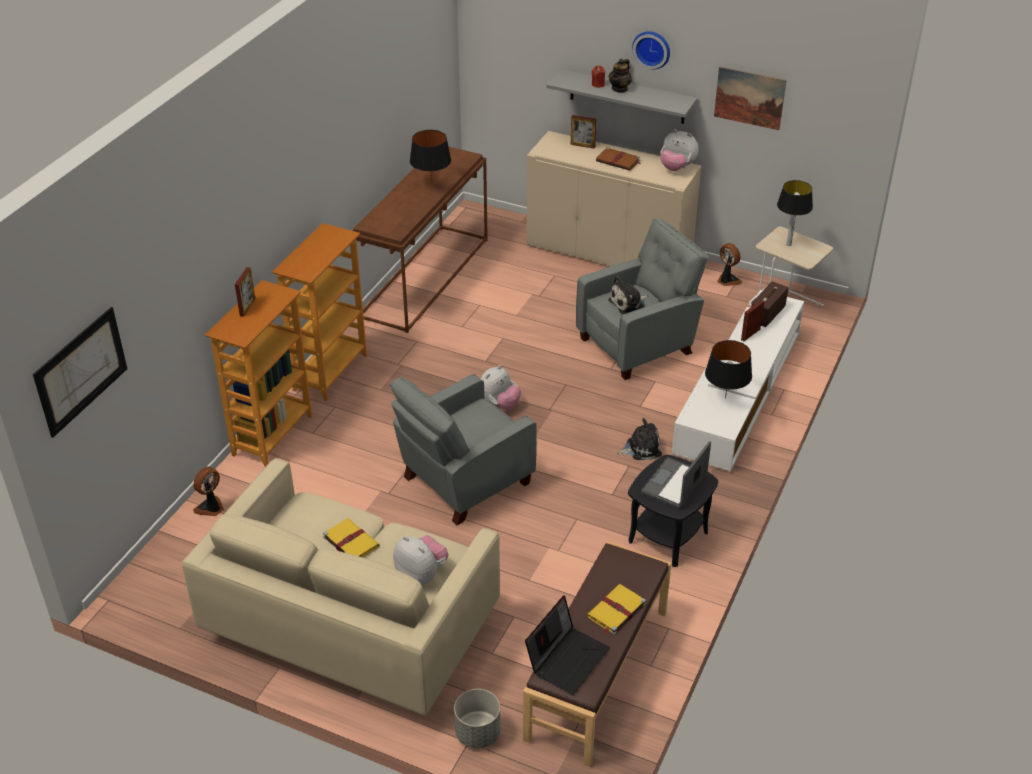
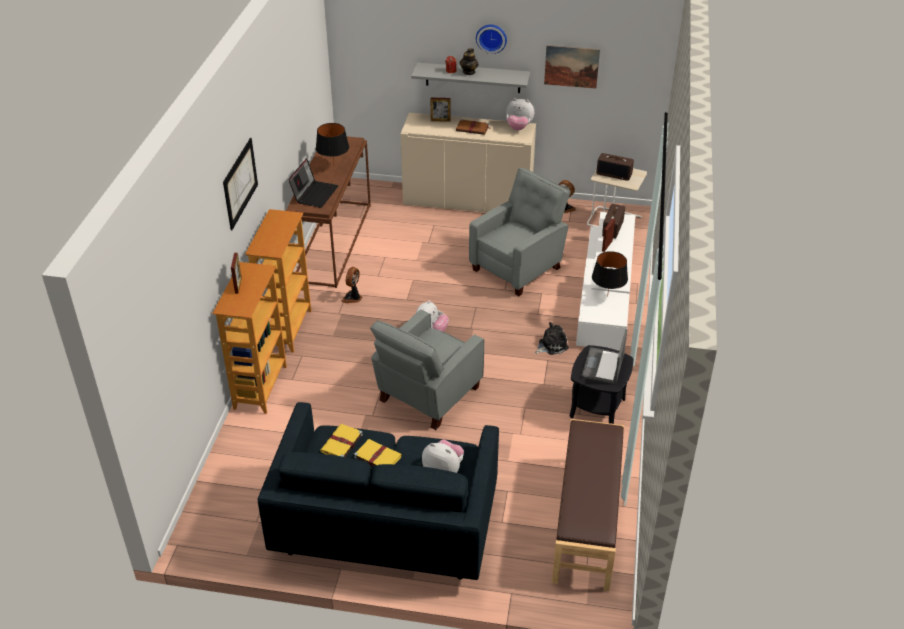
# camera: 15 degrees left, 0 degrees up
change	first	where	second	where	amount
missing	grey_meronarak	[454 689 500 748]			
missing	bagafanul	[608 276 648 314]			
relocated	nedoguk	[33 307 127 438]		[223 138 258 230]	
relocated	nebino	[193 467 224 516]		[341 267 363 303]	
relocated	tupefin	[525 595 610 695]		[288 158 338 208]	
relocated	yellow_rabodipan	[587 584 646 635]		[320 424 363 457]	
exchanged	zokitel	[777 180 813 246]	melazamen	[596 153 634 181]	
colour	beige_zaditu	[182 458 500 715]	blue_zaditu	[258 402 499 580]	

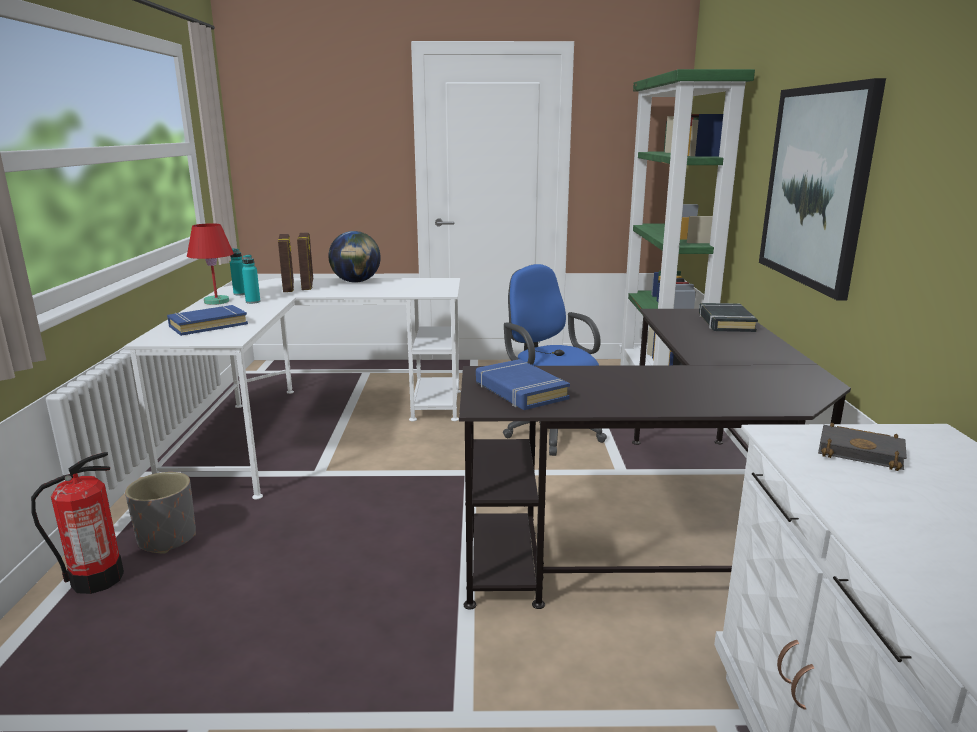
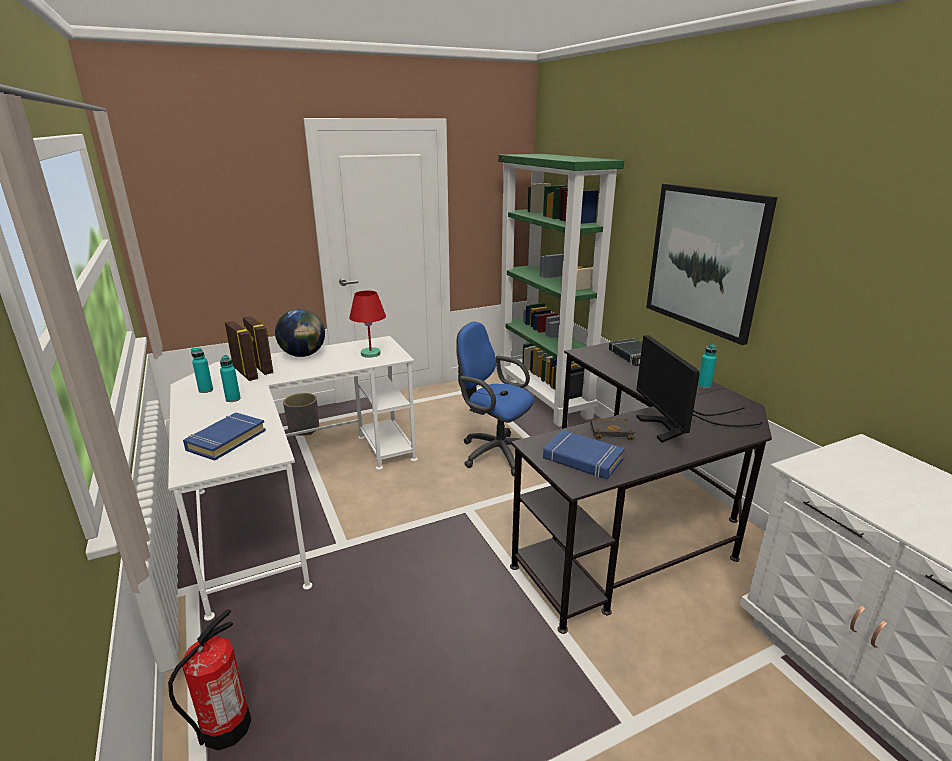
# camera: 25 degrees left, 5 degrees up
change	first	where	second	where	amount
appeared			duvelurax	[636 335 763 443]	
appeared			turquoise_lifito	[698 344 717 389]	
relocated	grey_meronarak	[125 472 196 554]		[283 393 319 436]	
relocated	red_zokitel	[187 223 234 305]		[349 290 386 358]	
relocated	black_rabodipan	[818 422 907 471]		[590 417 635 440]	

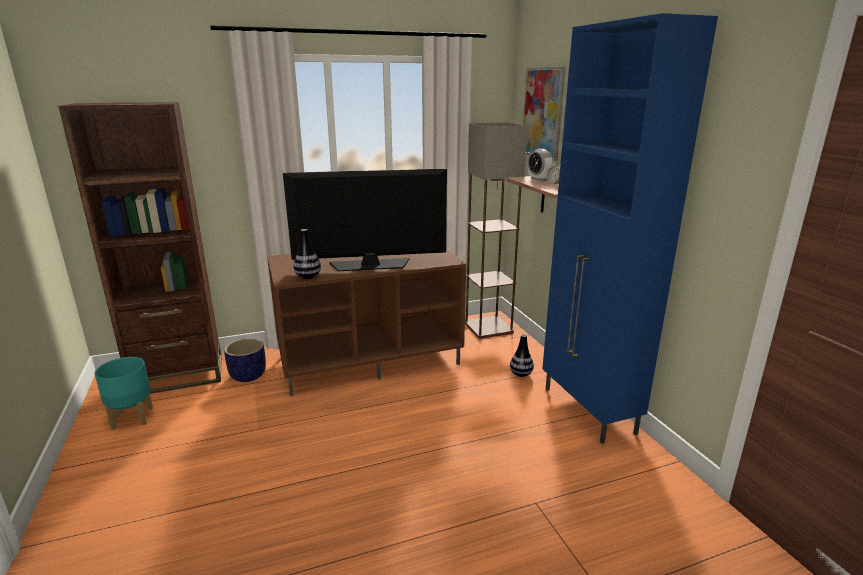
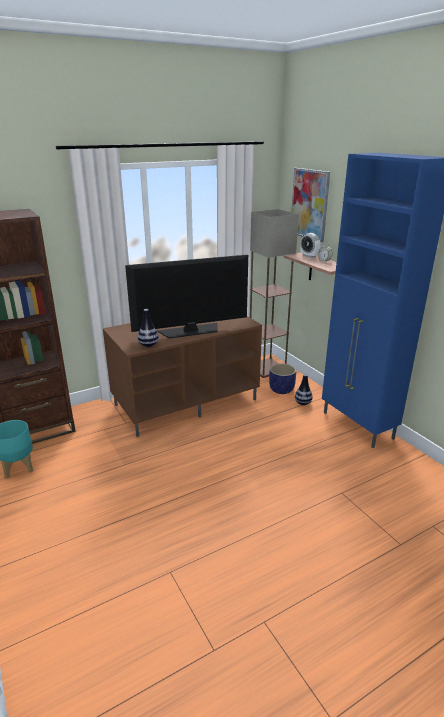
# camera: 10 degrees left, 5 degrees up
change	first	where	second	where	amount
relocated	meronarak	[224 338 266 382]		[269 363 296 394]	

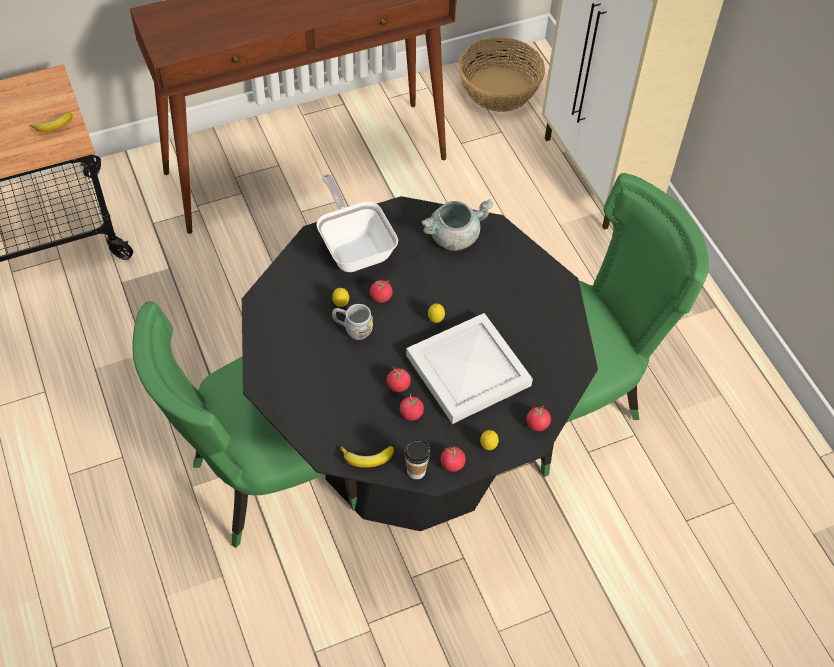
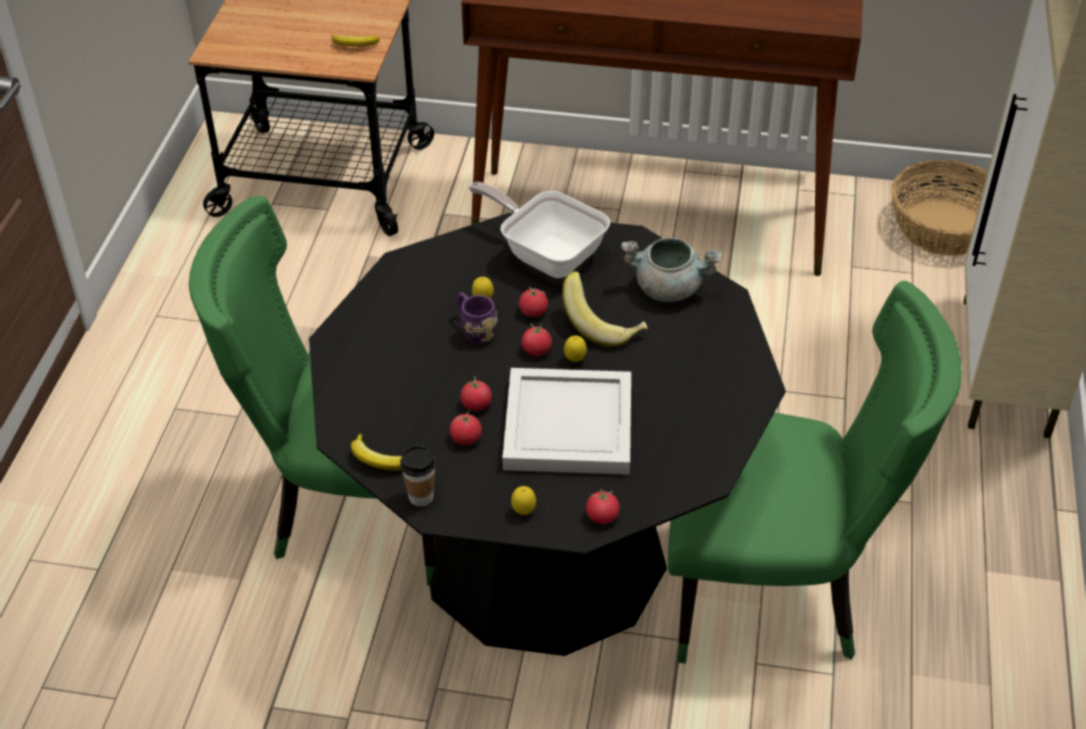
# camera: 35 degrees right, 10 degrees down
change	first	where	second	where	amount
appeared			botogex	[562 271 648 347]	
relocated	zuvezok	[441 446 466 472]		[522 323 552 356]	
colour	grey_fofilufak	[332 304 373 340]	purple_fofilufak	[457 292 497 344]	
spun	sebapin	[316 174 398 272]		[469 182 610 278]	60 degrees counterclockwise

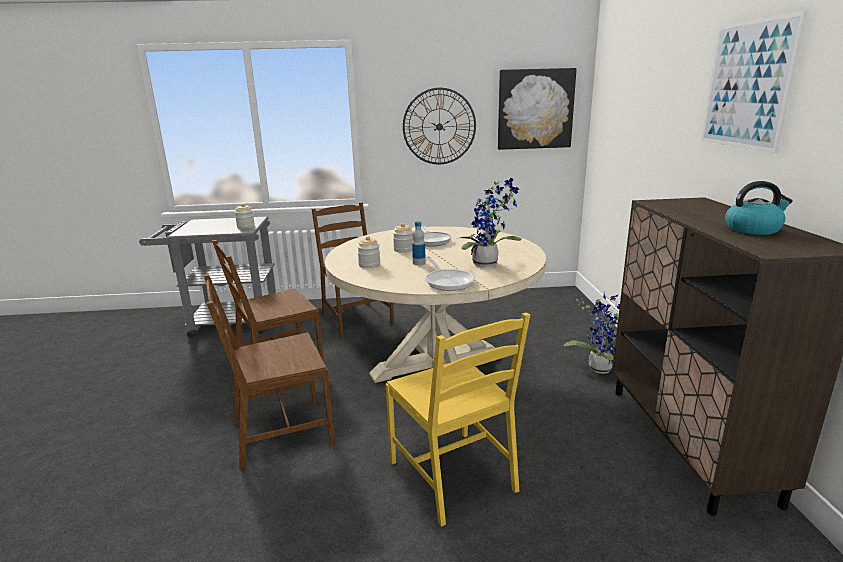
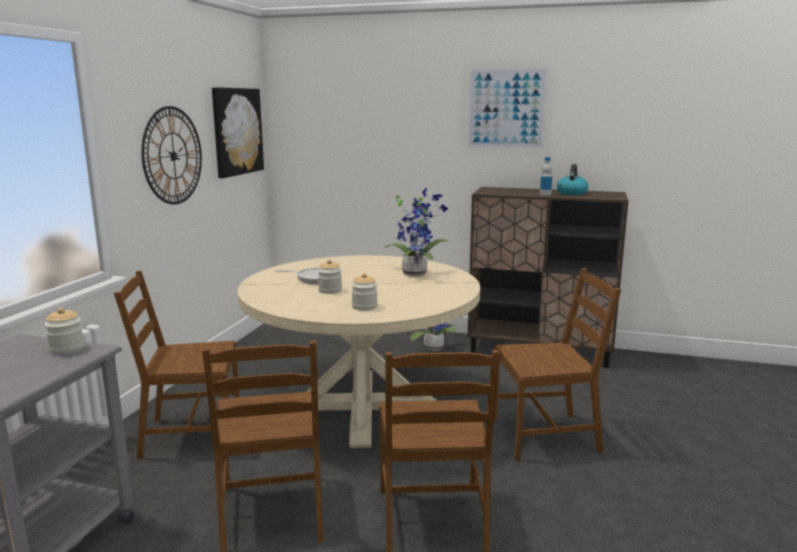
# camera: 70 degrees left, 5 degrees down
change	first	where	second	where	amount
missing	sebapin	[425 256 475 291]			
relocated	lifito	[412 221 426 265]		[540 157 552 196]	
colour	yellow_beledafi	[386 312 530 527]	brown_beledafi	[494 268 621 461]	

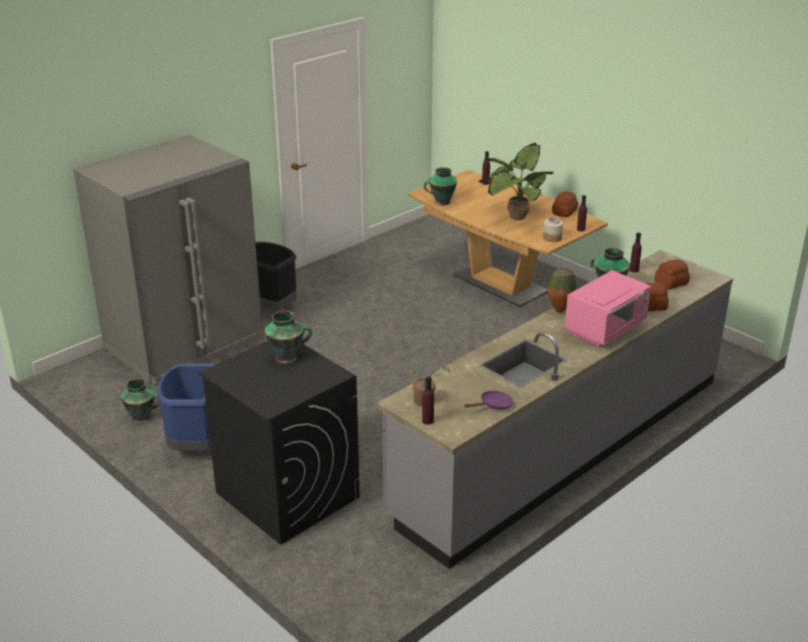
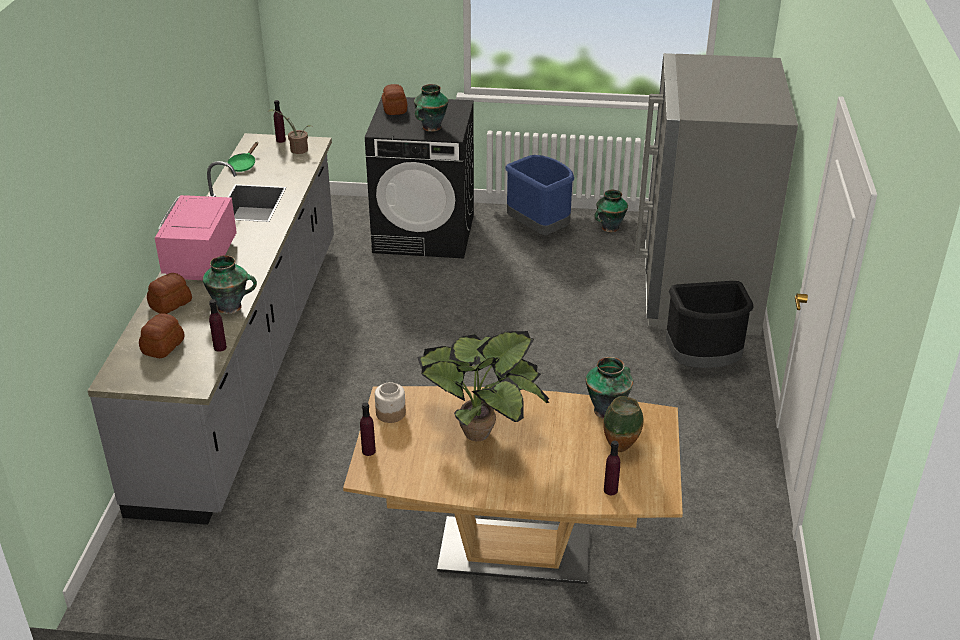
# camera: 140 degrees right, 5 degrees up
change	first	where	second	where	amount
relocated	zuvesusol	[547 267 576 313]		[603 396 643 452]	
relocated	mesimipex	[552 191 578 217]		[382 84 407 115]	
colour	purple_sebapin	[464 391 513 410]	green_sebapin	[227 142 258 172]	

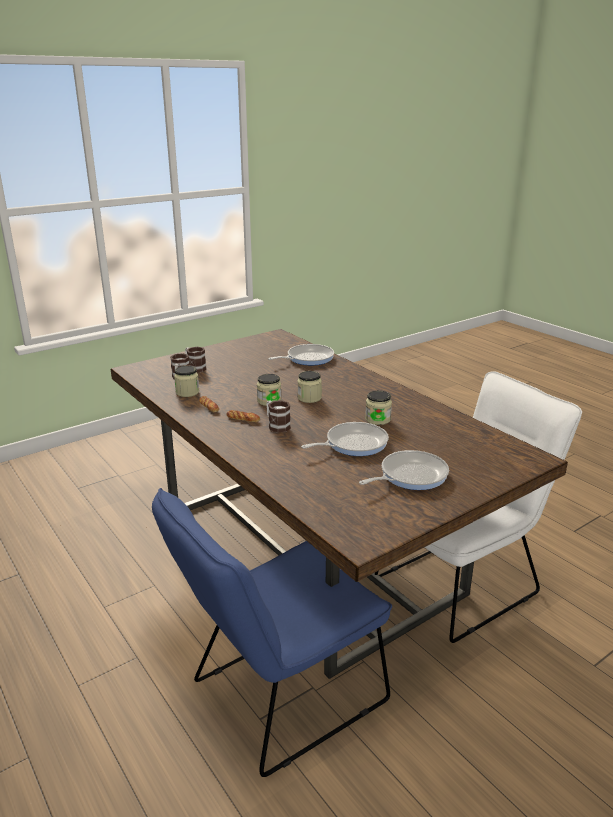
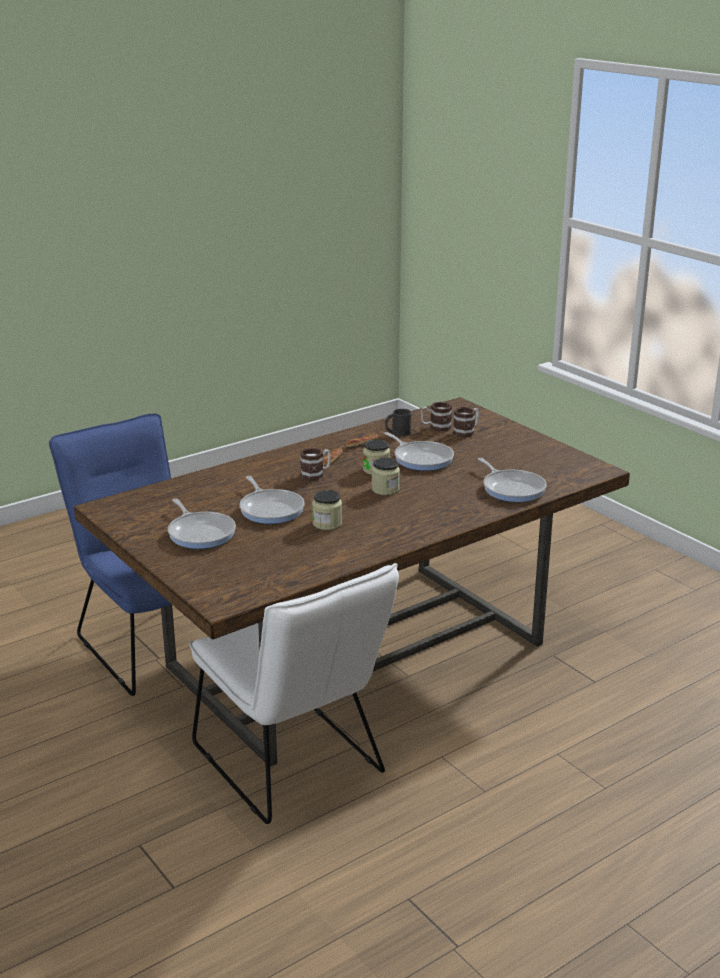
# camera: 90 degrees right, 0 degrees up
change	first	where	second	where	amount
appeared			sebapin	[384 432 454 471]	
exchanged	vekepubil	[174 366 199 397]	black_fofilufak	[385 409 411 436]	

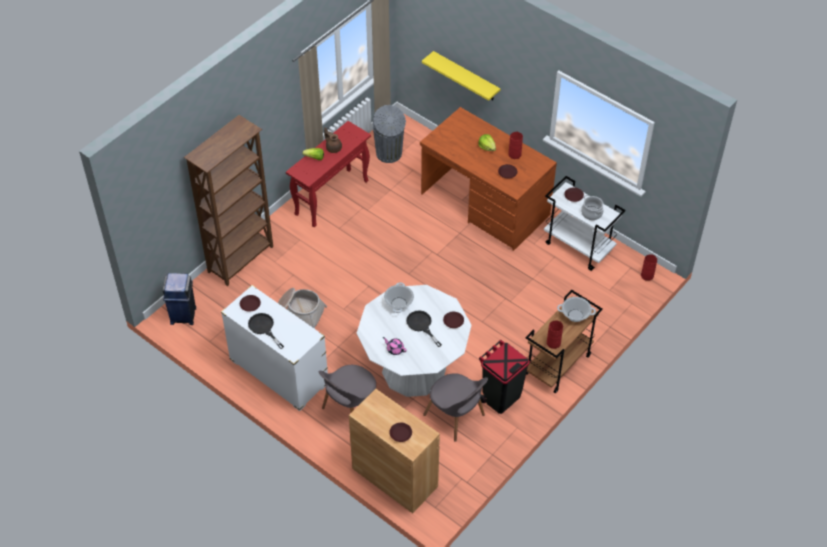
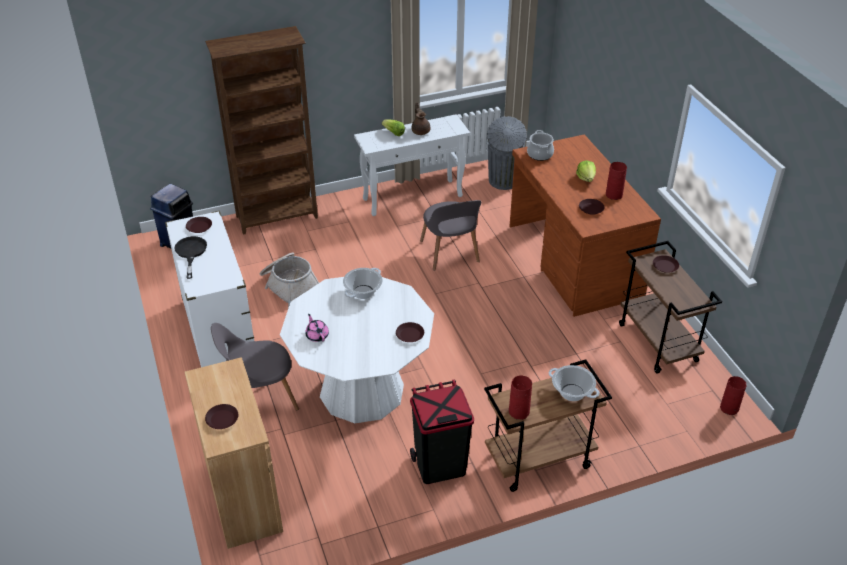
# camera: 30 degrees right, 10 degrees down
change	first	where	second	where	amount
missing	black_sebapin	[406 310 442 347]			
missing	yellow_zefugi	[422 51 500 101]			
relocated	grey_beledafi	[423 373 488 442]		[420 200 481 271]	
relocated	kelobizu	[581 195 603 220]		[527 130 554 161]	
colour	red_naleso	[286 121 371 227]	white_naleso	[354 114 470 216]	
colour	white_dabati	[544 176 625 271]	brown_dabati	[619 241 722 374]	

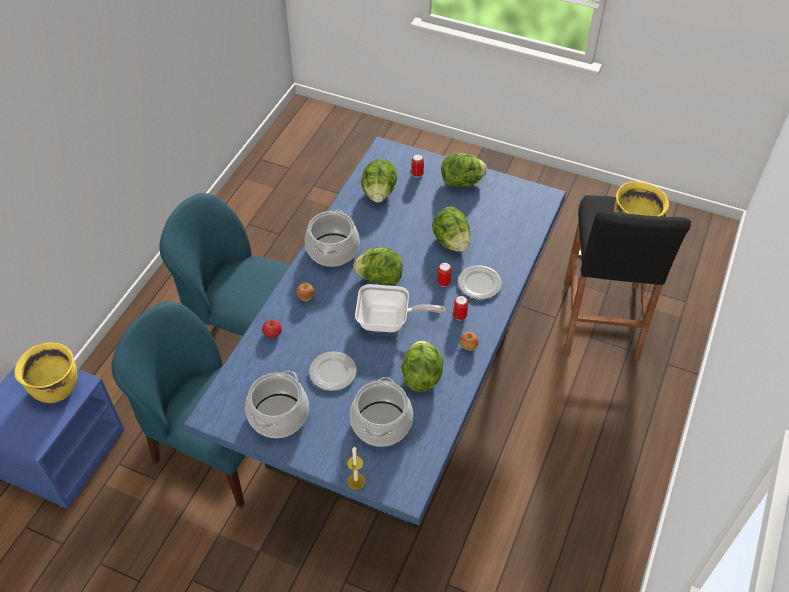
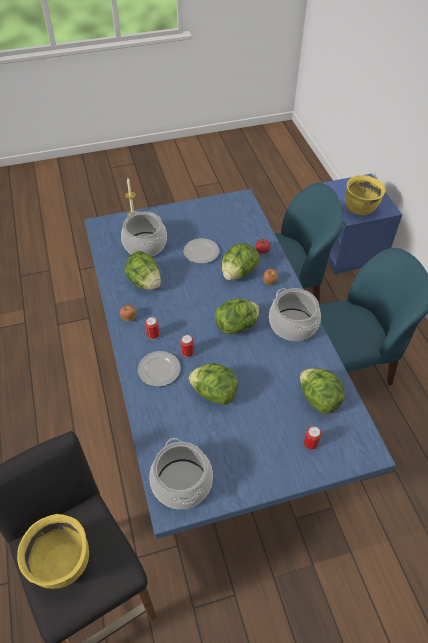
# camera: 140 degrees right, 0 degrees up
change	first	where	second	where	amount
missing	sebapin	[355 284 446 332]			
relocated	kelobizu	[245 371 309 438]		[149 438 213 509]	
relocated	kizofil	[441 153 487 187]		[222 243 260 280]	

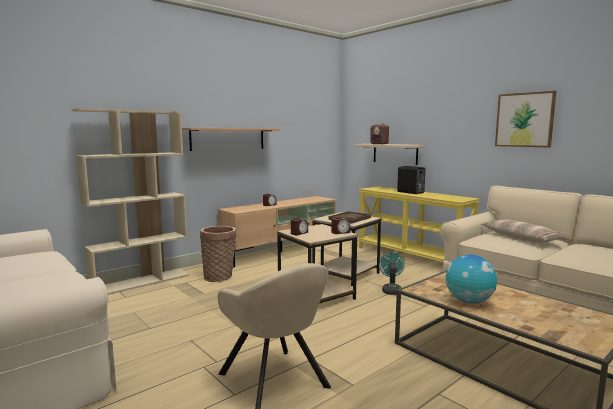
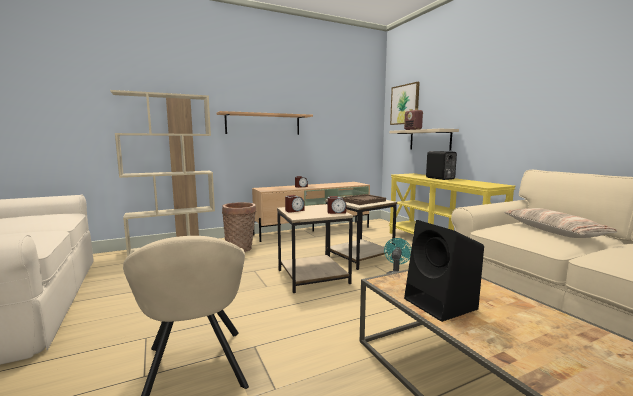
# camera: 15 degrees right, 0 degrees up
change	first	where	second	where	amount
relocated	nedoguk	[495 91 556 147]		[390 82 420 125]	
exchanged	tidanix	[446 254 497 303]	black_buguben	[404 220 484 322]	

